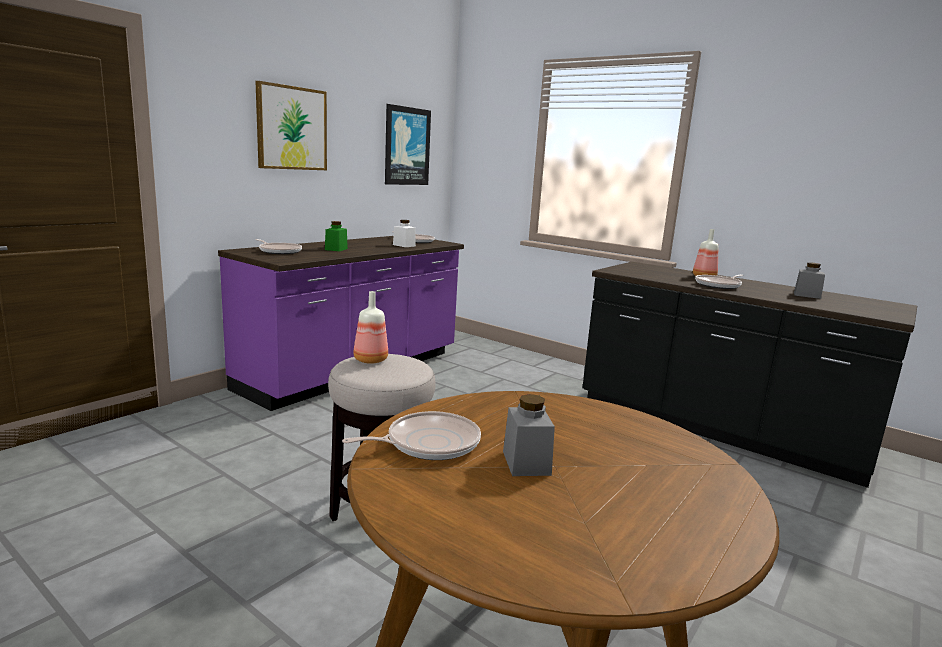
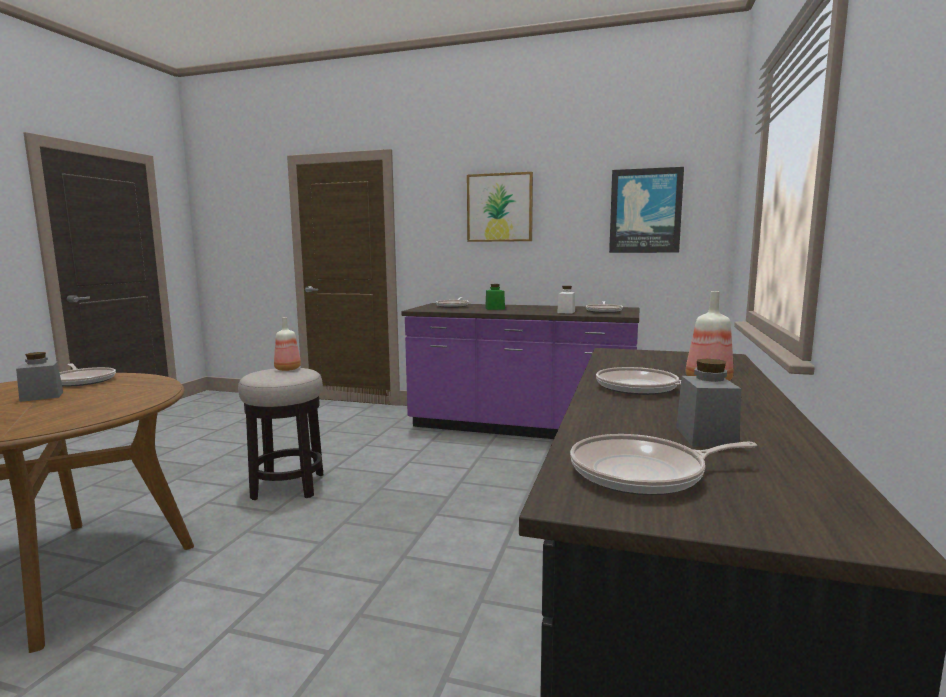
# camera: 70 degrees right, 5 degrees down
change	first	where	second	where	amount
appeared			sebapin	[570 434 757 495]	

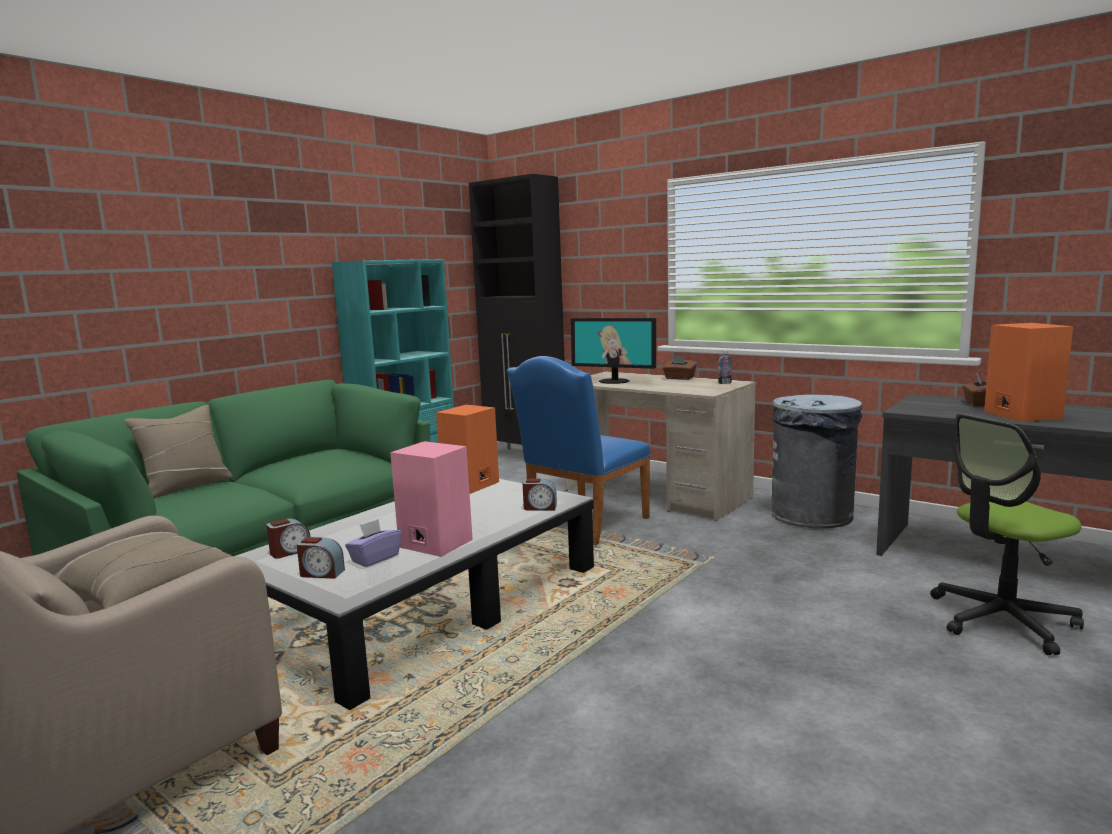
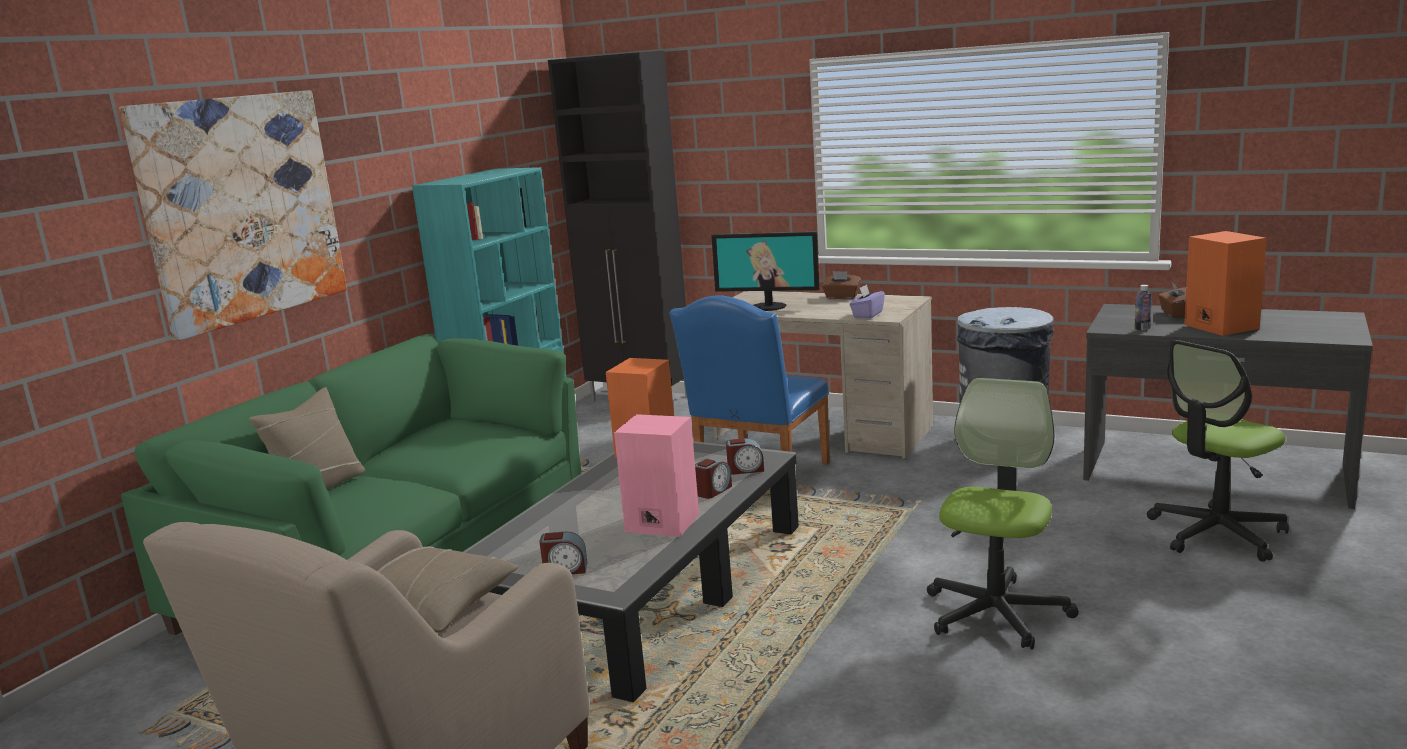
# camera: 10 degrees left, 5 degrees up
change	first	where	second	where	amount
appeared			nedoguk	[119 90 347 341]	
appeared			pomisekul	[927 378 1079 650]	
relocated	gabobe	[266 518 310 558]		[695 458 732 499]	
relocated	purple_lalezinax	[345 519 402 567]		[850 284 885 319]	
relocated	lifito	[718 350 732 384]		[1134 285 1152 331]	

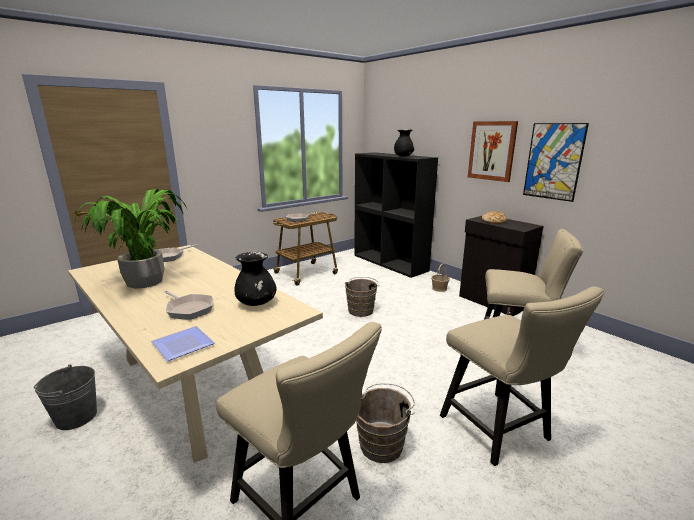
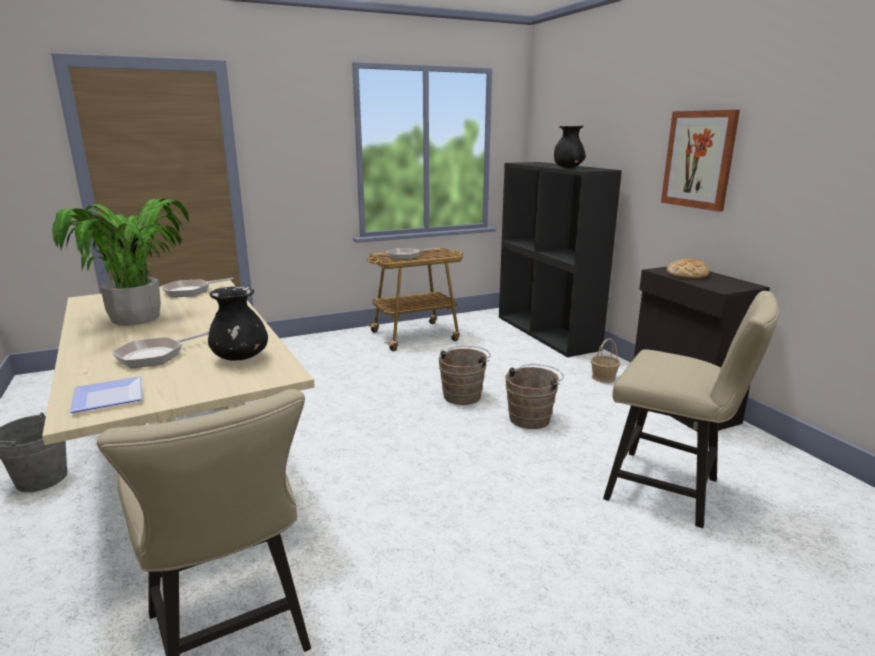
# camera: 15 degrees right, 0 degrees up
change	first	where	second	where	amount
missing	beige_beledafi	[440 286 604 466]			
missing	nedoguk	[523 123 589 202]			
relocated	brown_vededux	[356 383 415 463]		[505 364 563 429]	
spun	sebapin	[165 291 213 320]		[111 331 209 368]	75 degrees clockwise

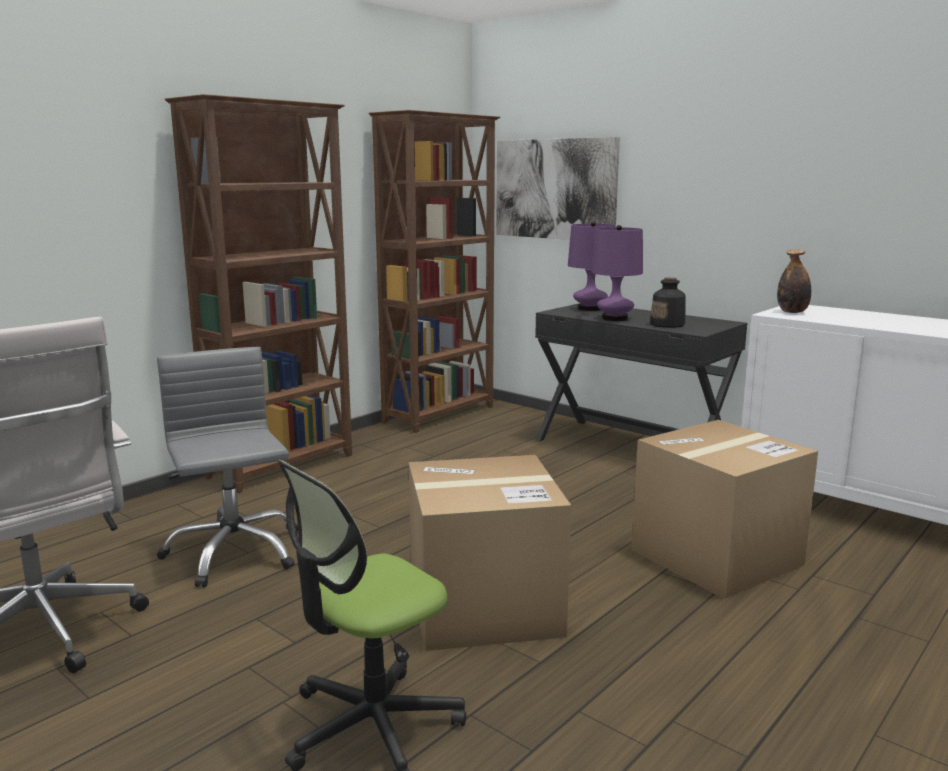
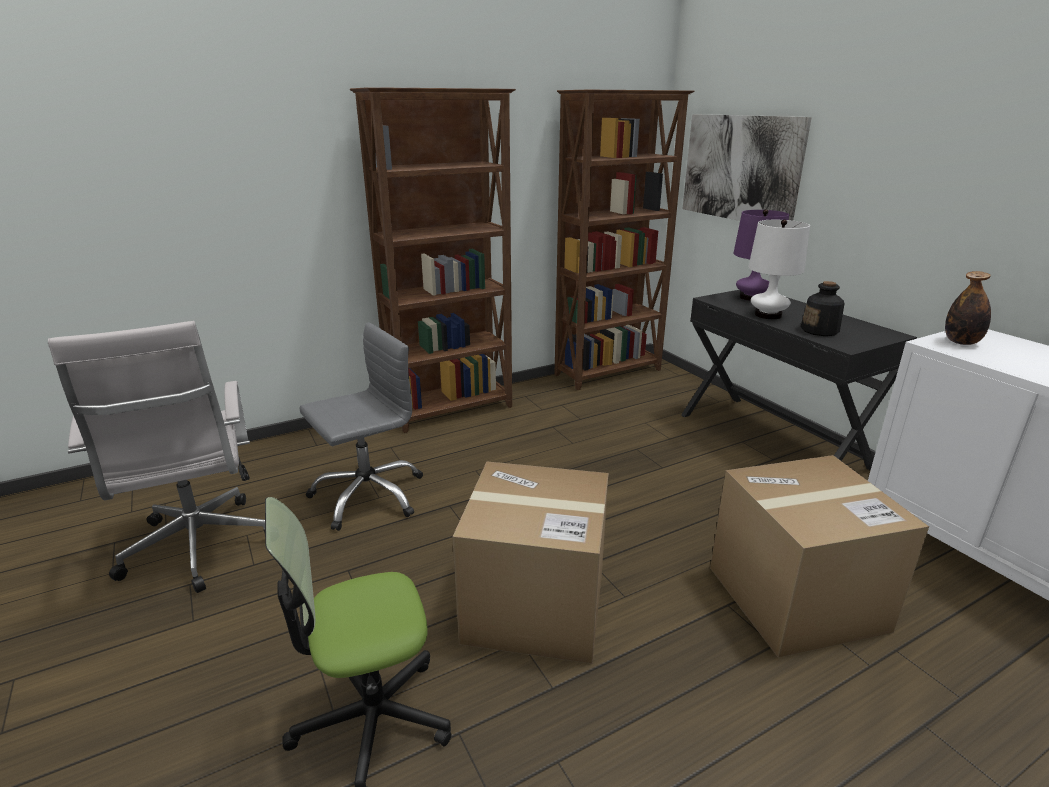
# camera: 20 degrees right, 10 degrees up
change	first	where	second	where	amount
colour	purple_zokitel	[591 225 643 321]	white_zokitel	[748 219 810 319]	
spun	grey_pomisekul	[157 347 298 588]		[299 322 423 531]	60 degrees clockwise

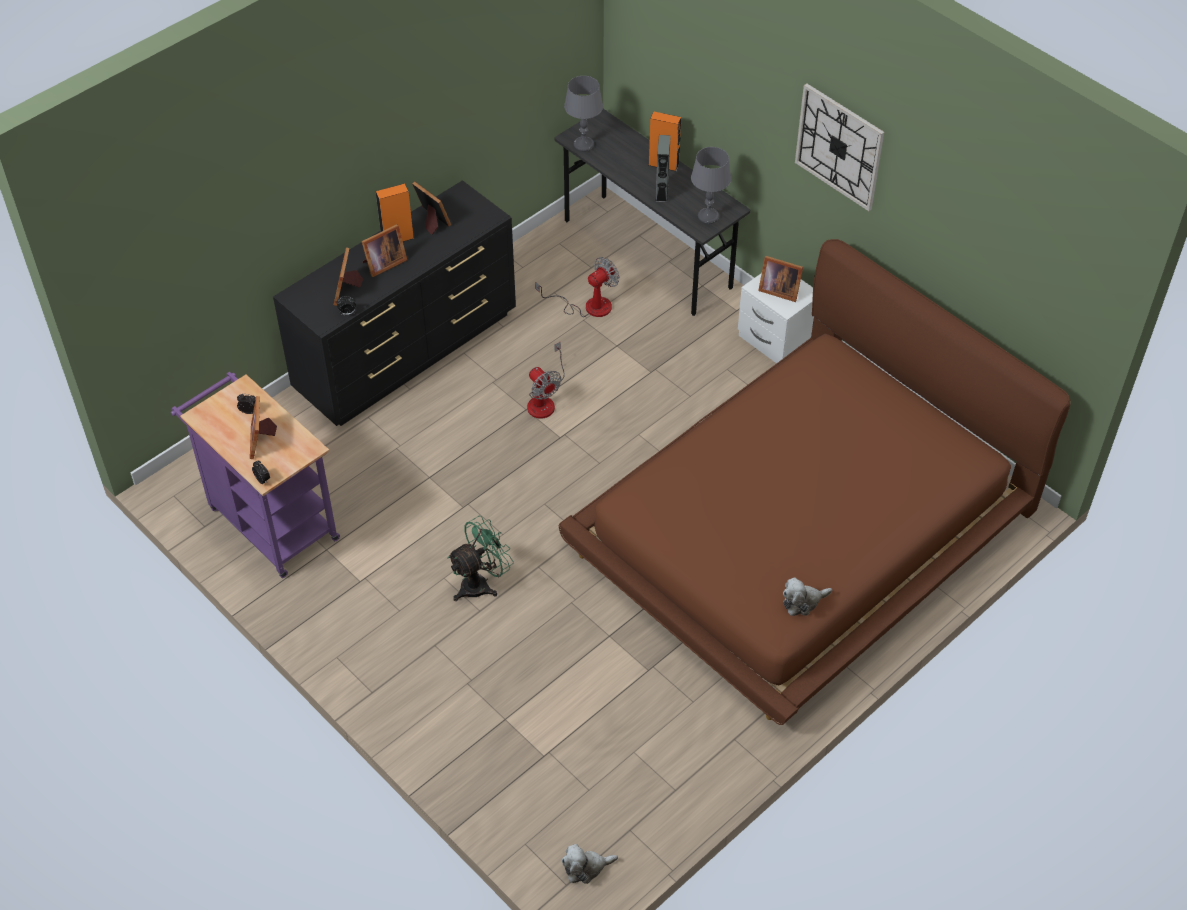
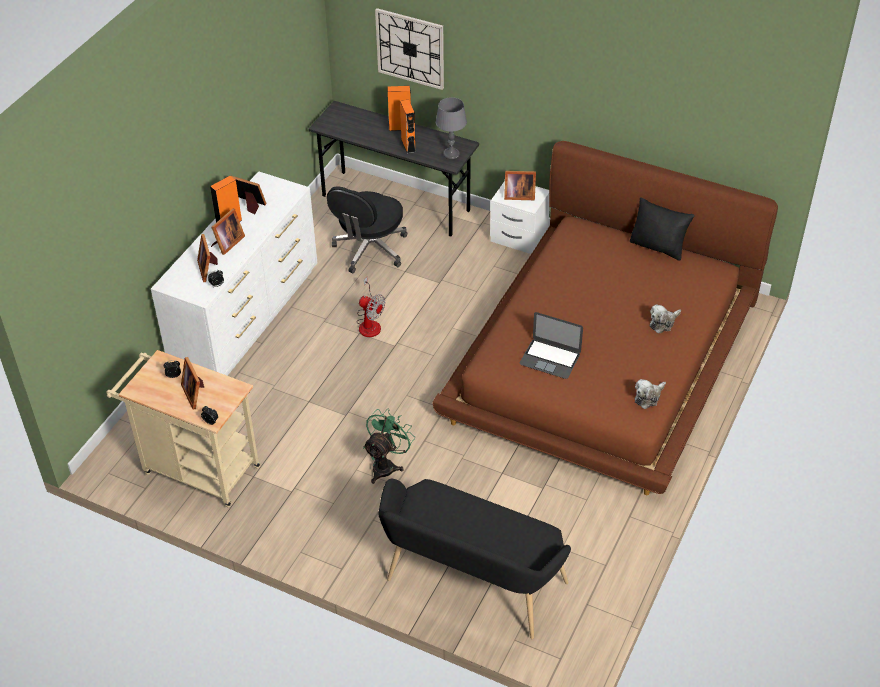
# camera: 20 degrees left, 5 degrees down
change	first	where	second	where	amount
missing	grey_zokitel	[564 76 603 151]			
appeared			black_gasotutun	[379 479 571 639]	
appeared			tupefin	[520 312 583 379]	
appeared			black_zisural	[630 197 695 261]	
relocated	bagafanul	[562 844 618 884]		[650 304 681 333]	
relocated	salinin	[795 83 884 211]		[375 8 444 90]	
exchanged	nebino	[535 257 619 317]	black_pomisekul	[327 186 407 273]	
colour	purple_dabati	[171 372 340 578]	beige_dabati	[106 350 260 508]	
colour	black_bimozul	[273 180 516 426]	white_bimozul	[151 171 317 376]	
colour	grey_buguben	[655 135 671 202]	orange_buguben	[400 99 416 154]	

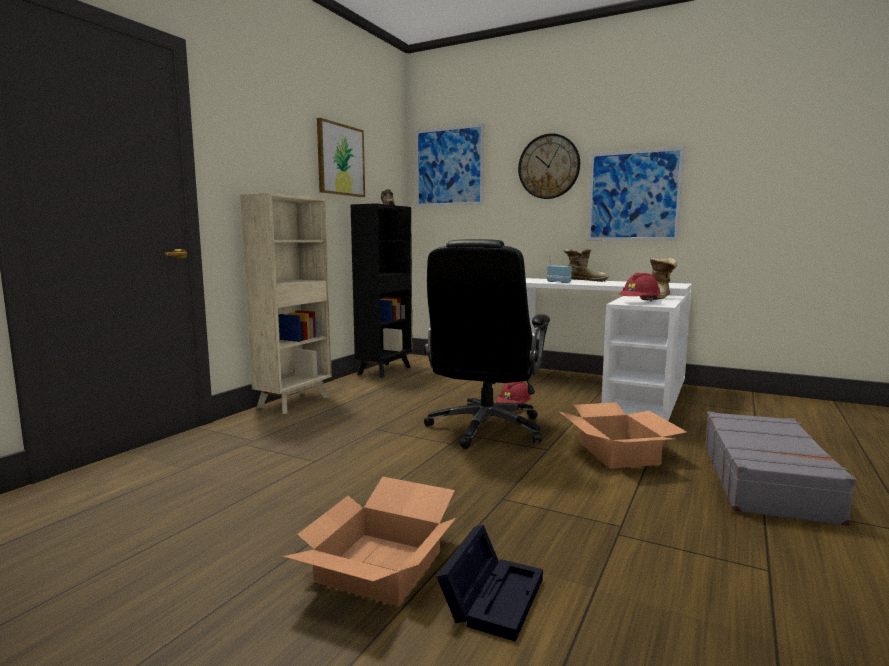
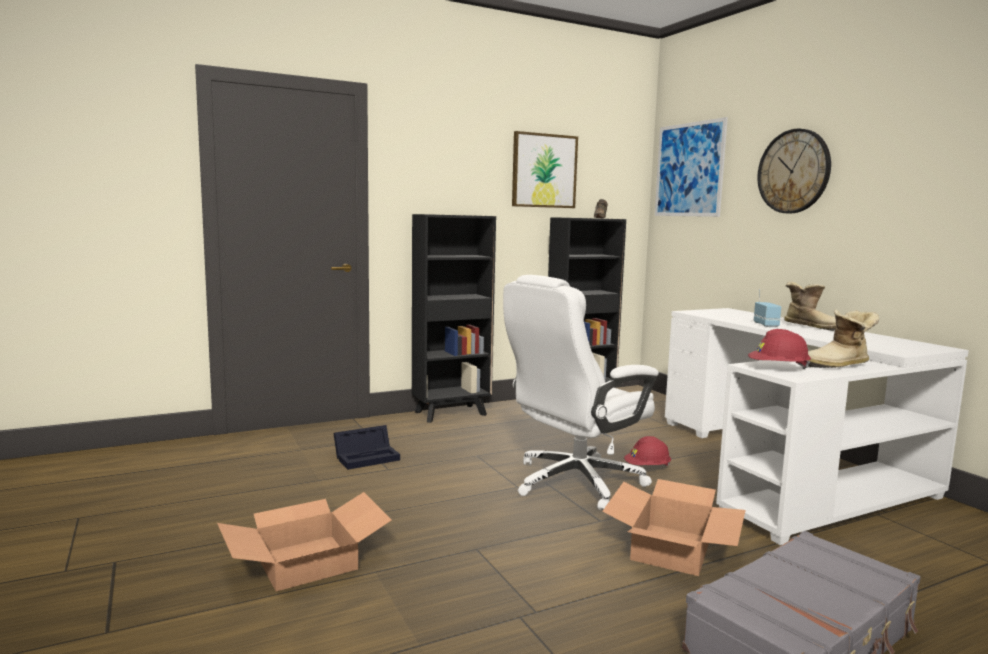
# camera: 35 degrees right, 0 degrees up
change	first	where	second	where	amount
missing	nedoguk	[587 146 685 241]			
relocated	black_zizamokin	[436 525 543 642]		[333 425 400 470]	
colour	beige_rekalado	[240 193 332 414]	black_rekalado	[412 214 496 423]	
colour	black_pomisekul	[424 239 550 449]	white_pomisekul	[503 275 659 510]	

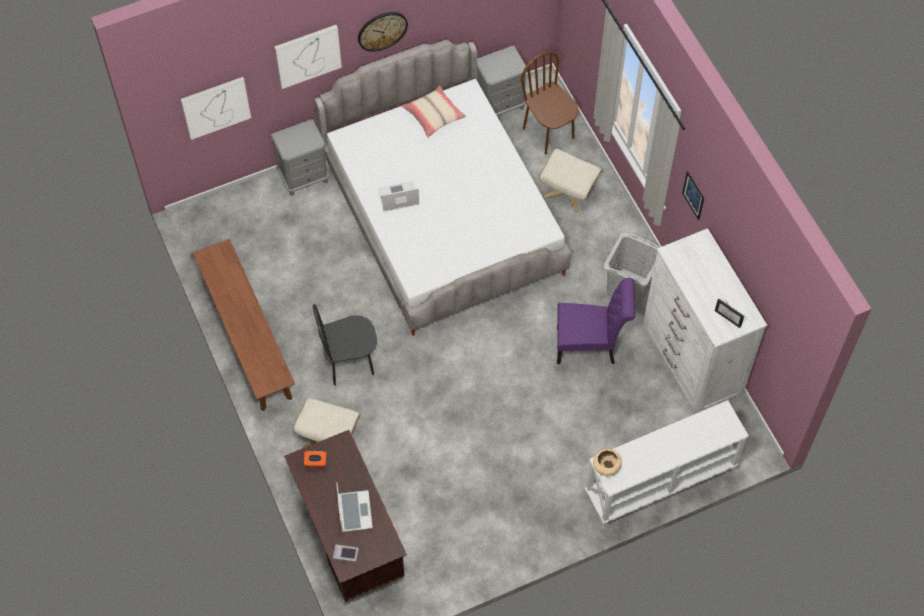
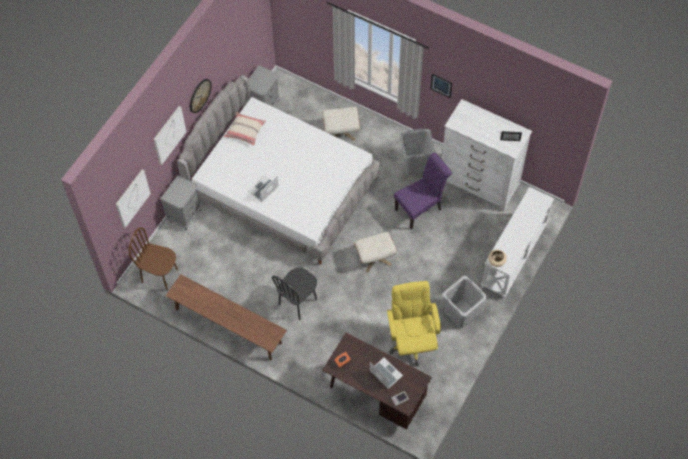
# camera: 35 degrees left, 0 degrees up
change	first	where	second	where	amount
appeared			yellow_pomisekul	[387 281 441 367]	
appeared			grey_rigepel	[442 276 487 328]	
relocated	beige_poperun	[293 398 360 448]		[354 232 397 273]	
relocated	brown_beledafi	[521 52 579 154]		[129 227 178 291]	

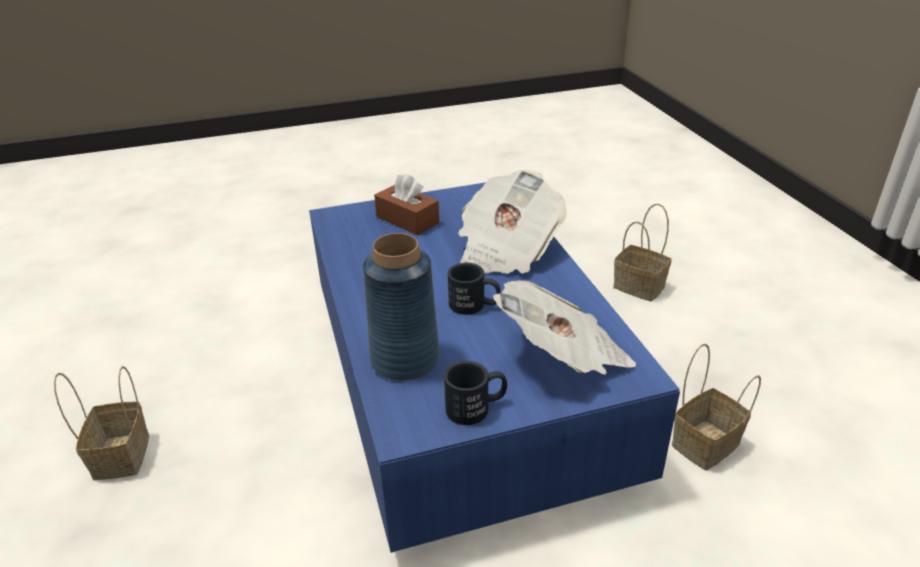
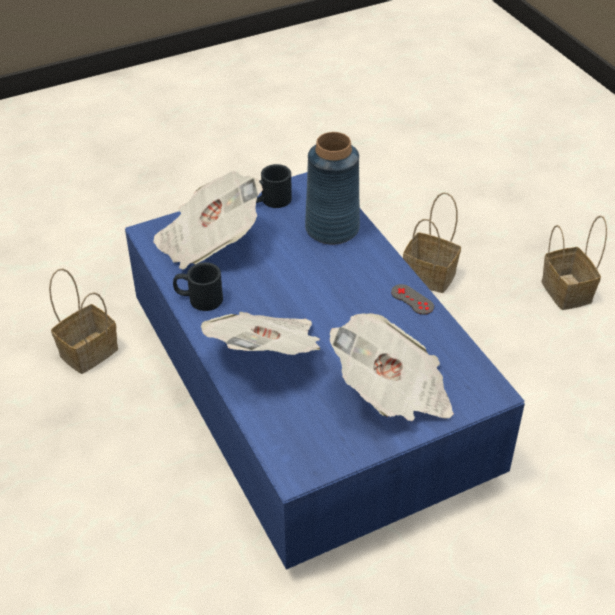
# camera: 170 degrees right, 10 degrees up
change	first	where	second	where	amount
appeared			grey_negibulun	[391 284 434 315]	
relocated	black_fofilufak	[448 263 501 315]		[173 262 223 311]	
relocated	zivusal	[613 204 672 301]		[403 193 461 293]	
exchanged	brown_lalezinax	[374 173 439 235]	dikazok	[330 313 454 421]	

